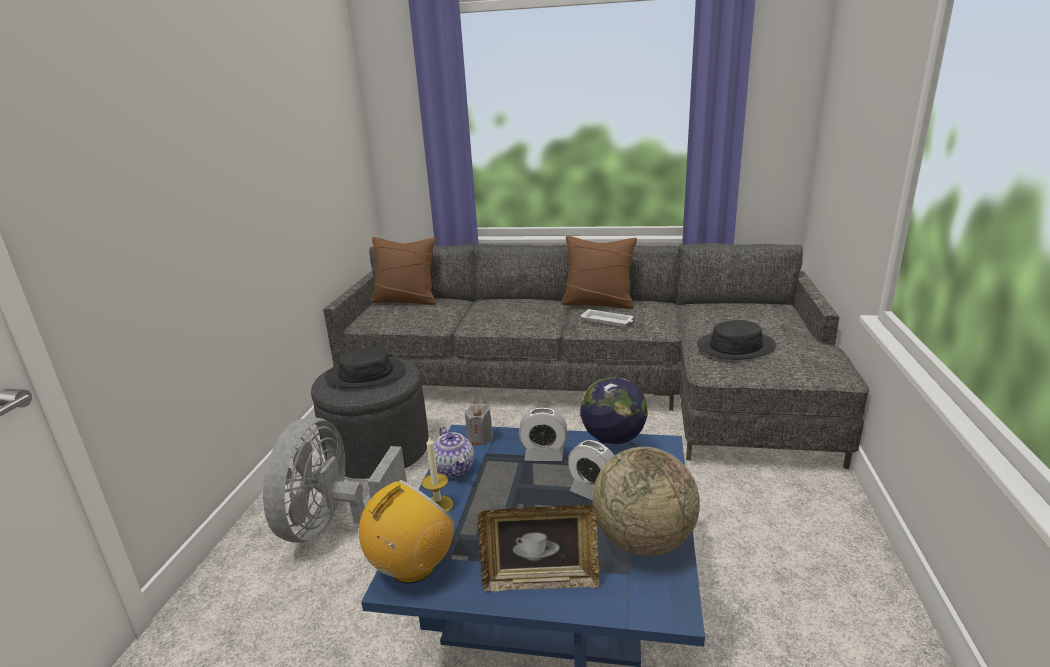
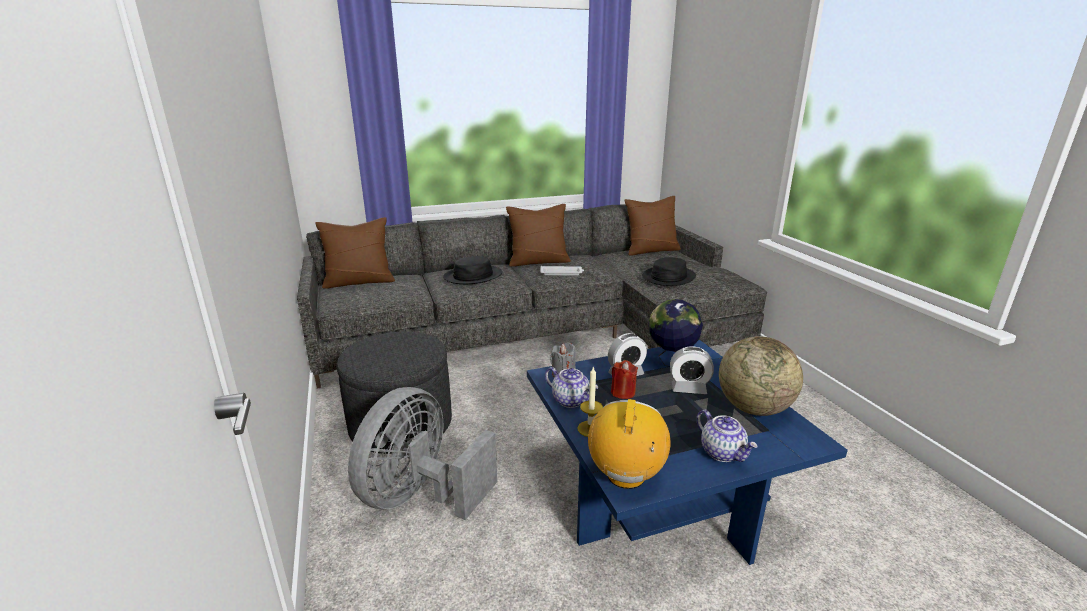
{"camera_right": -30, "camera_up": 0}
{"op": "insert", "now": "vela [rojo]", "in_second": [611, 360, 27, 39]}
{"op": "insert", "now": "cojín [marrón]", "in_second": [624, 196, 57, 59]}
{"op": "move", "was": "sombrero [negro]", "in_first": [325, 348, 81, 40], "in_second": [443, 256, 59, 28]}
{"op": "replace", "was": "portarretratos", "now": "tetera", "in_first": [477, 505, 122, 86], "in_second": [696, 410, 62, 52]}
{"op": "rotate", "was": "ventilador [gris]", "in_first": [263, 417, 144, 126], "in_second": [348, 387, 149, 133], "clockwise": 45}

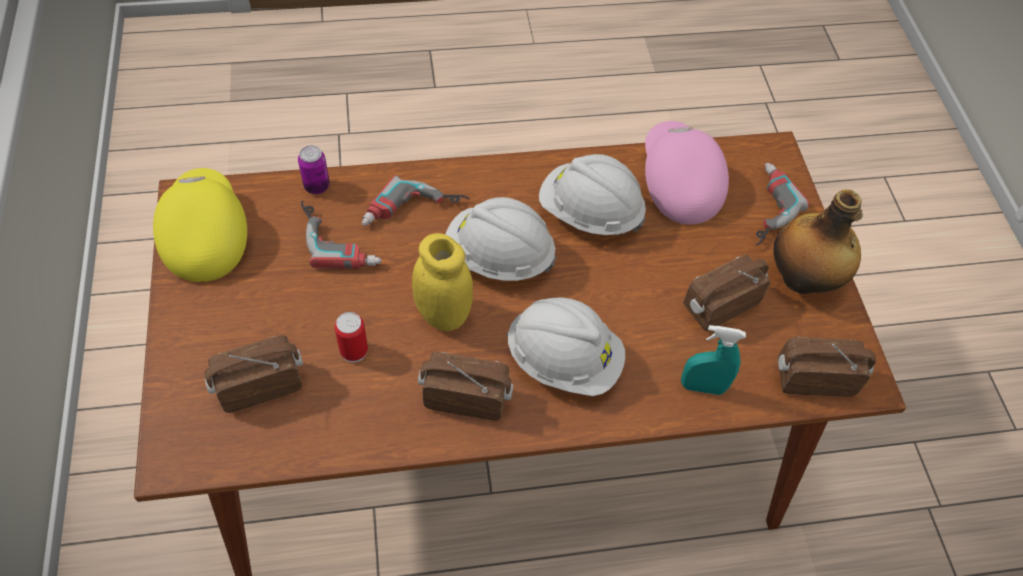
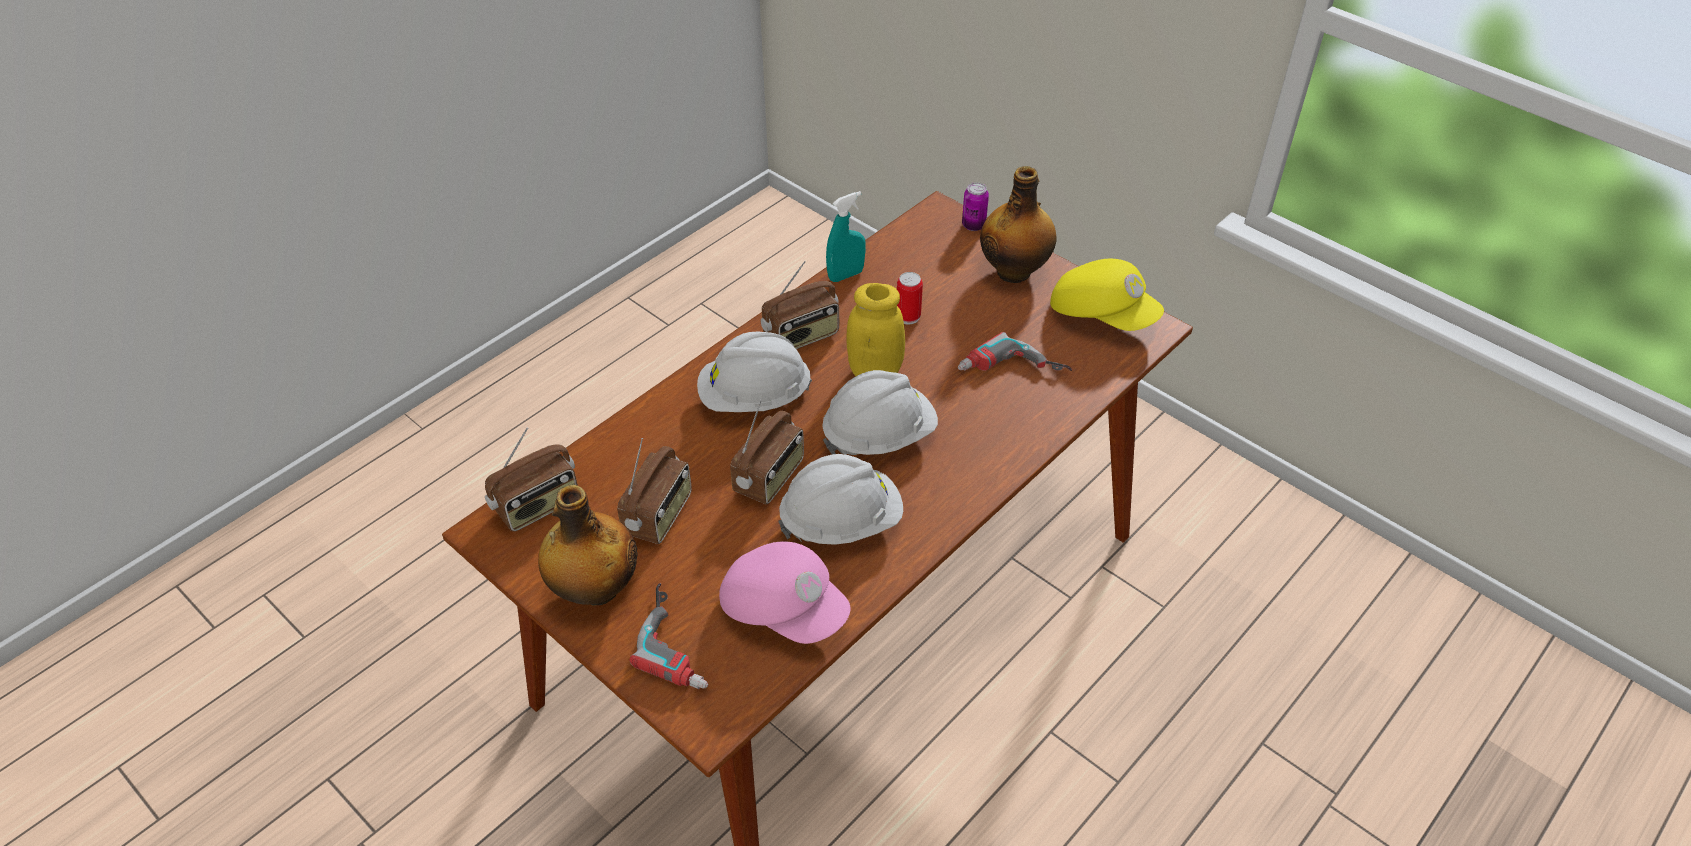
{"camera_right": 145, "camera_up": -10}
{"op": "delete", "was": "taladro", "in_first": [362, 175, 108, 51]}
{"op": "insert", "now": "botella", "in_second": [980, 166, 77, 117]}
{"op": "move", "was": "radio", "in_first": [205, 335, 98, 78], "in_second": [730, 400, 74, 105]}
{"op": "move", "was": "lata", "in_first": [298, 145, 32, 49], "in_second": [962, 182, 27, 49]}
{"op": "move", "was": "pulverizador [turquesa]", "in_first": [681, 325, 65, 70], "in_second": [826, 191, 40, 91]}

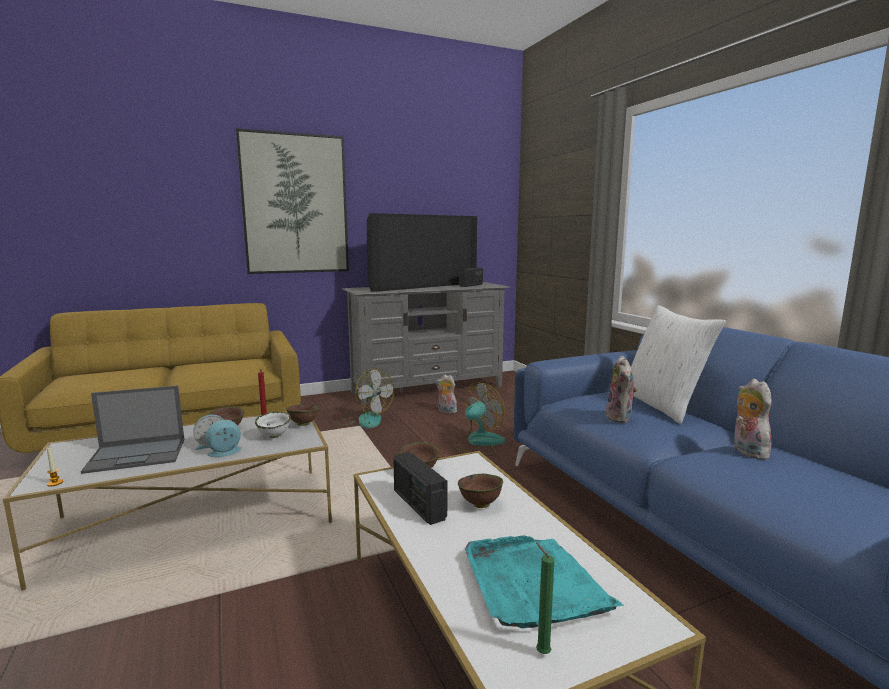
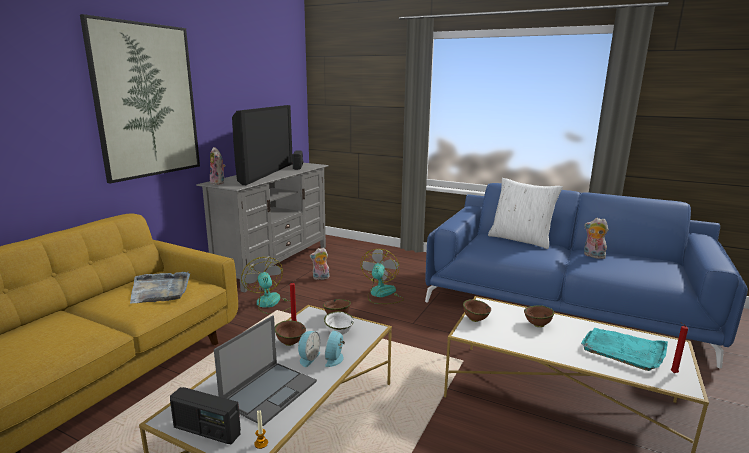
{"camera_right": -40, "camera_up": 5}
{"op": "insert", "now": "bandeja [gris]", "in_second": [130, 272, 60, 31]}
{"op": "move", "was": "radio", "in_first": [393, 452, 54, 73], "in_second": [170, 387, 71, 57]}
{"op": "move", "was": "peluche", "in_first": [606, 356, 31, 67], "in_second": [210, 147, 15, 38]}
{"op": "recolor", "was": "vela [verde]", "now": "vela [rojo]", "in_first": [536, 543, 18, 111], "in_second": [670, 322, 18, 51]}
{"op": "rotate", "was": "ventilador", "in_first": [338, 368, 56, 60], "in_second": [241, 257, 56, 57], "clockwise": -120}

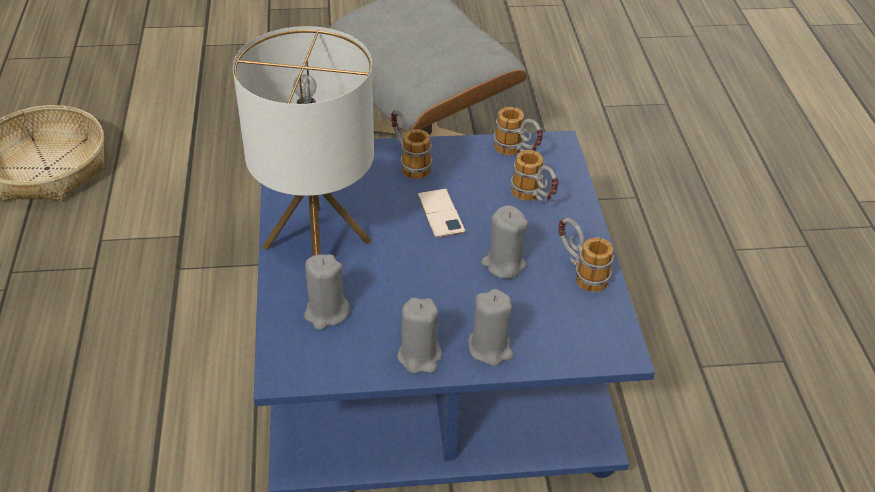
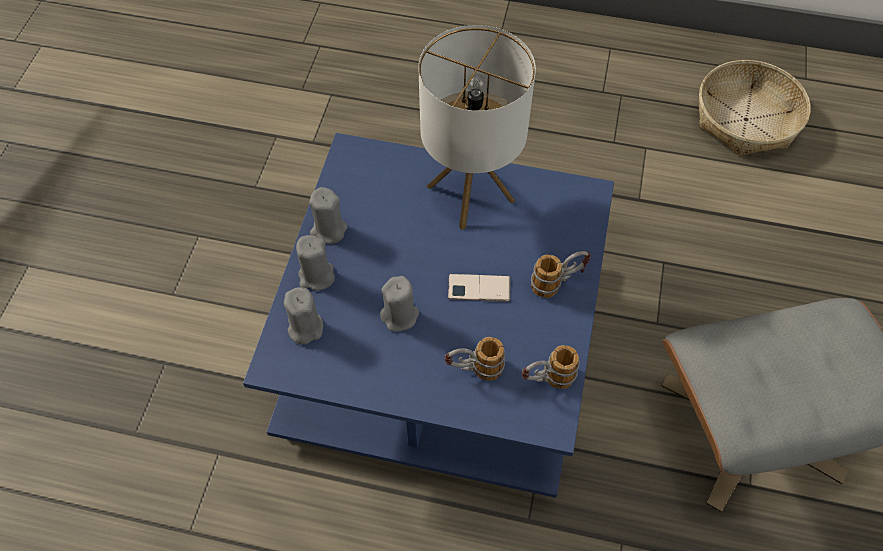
{"camera_right": 110, "camera_up": 15}
{"op": "delete", "was": "taza grande", "in_first": [558, 218, 56, 74]}
{"op": "move", "was": "vela [gris]", "in_first": [304, 254, 46, 76], "in_second": [284, 287, 39, 58]}

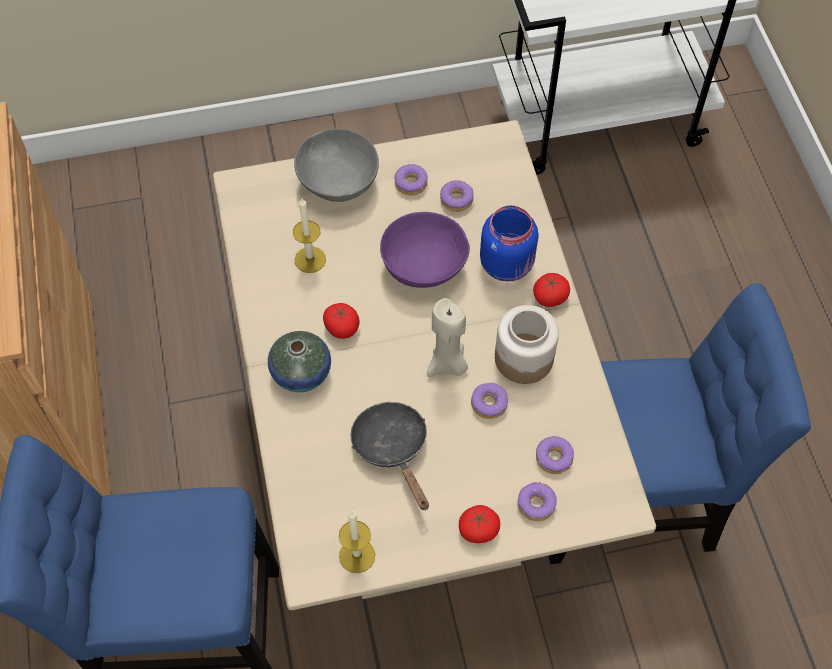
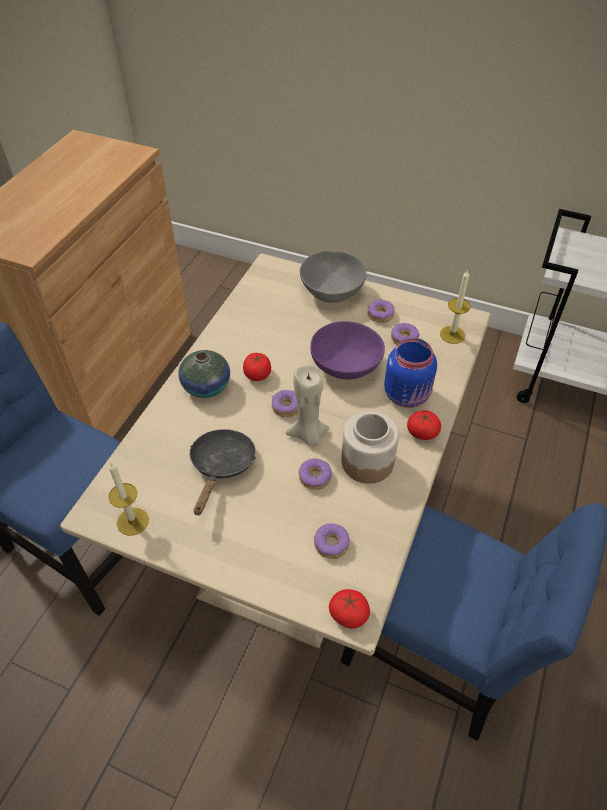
{"camera_right": 35, "camera_up": -10}
{"op": "move", "was": "vela", "in_first": [293, 198, 33, 75], "in_second": [440, 269, 31, 75]}
{"op": "move", "was": "tomate", "in_first": [459, 505, 41, 38], "in_second": [329, 589, 41, 39]}
{"op": "move", "was": "rosquilla", "in_first": [517, 482, 40, 39], "in_second": [271, 390, 27, 27]}

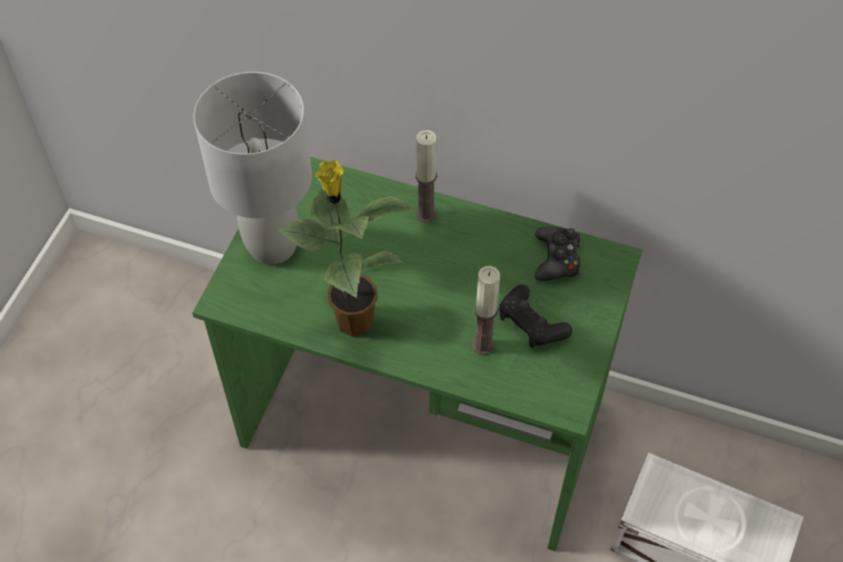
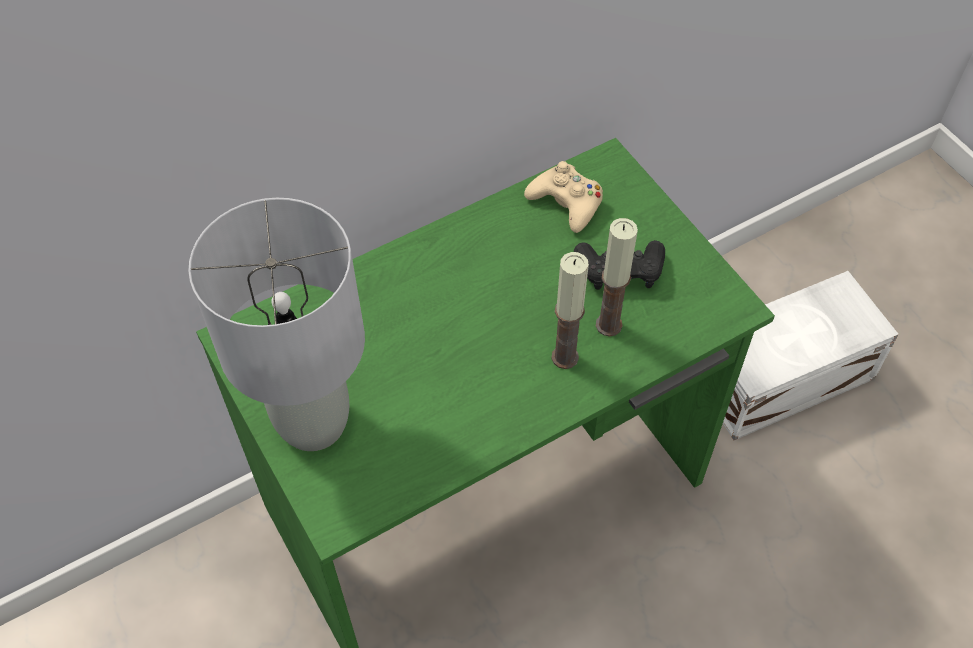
{"camera_right": -50, "camera_up": 0}
{"op": "delete", "was": "planta en maceta", "in_first": [277, 160, 138, 177]}
{"op": "move", "was": "vela", "in_first": [415, 130, 22, 93], "in_second": [551, 252, 38, 117]}
{"op": "recolor", "was": "mando de consola [negro]", "now": "mando de consola [beis]", "in_first": [535, 226, 46, 55], "in_second": [524, 161, 79, 72]}

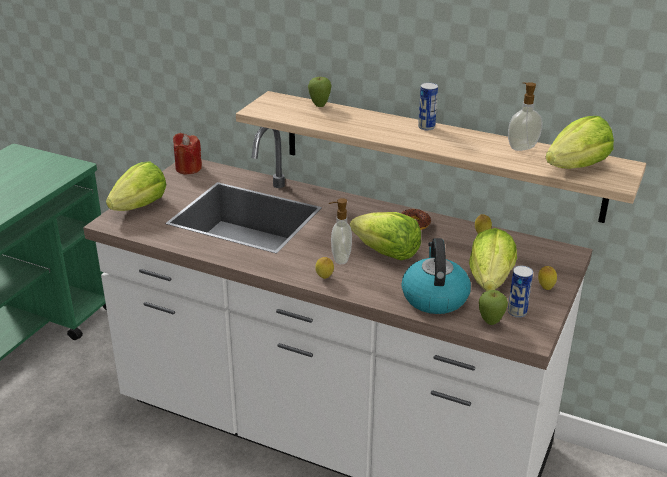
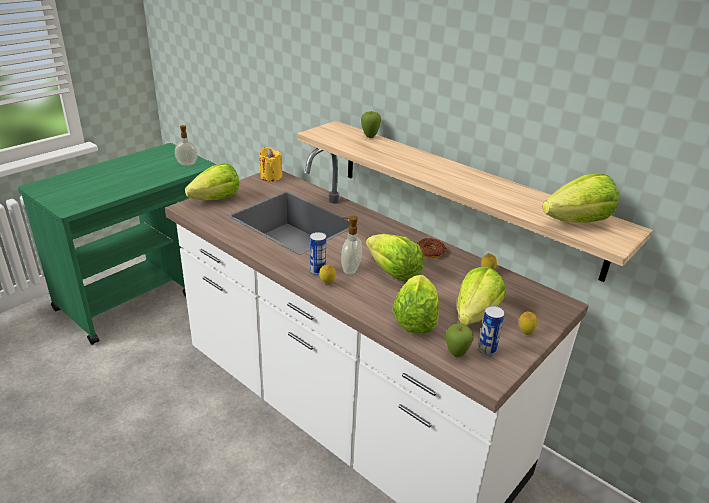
{"camera_right": 15, "camera_up": 0}
{"op": "move", "was": "lata", "in_first": [418, 82, 20, 48], "in_second": [310, 232, 16, 43]}
{"op": "move", "was": "dispensador de jabón", "in_first": [508, 82, 34, 69], "in_second": [175, 125, 22, 40]}
{"op": "replace", "was": "hervidor", "now": "lechuga", "in_first": [402, 238, 69, 76], "in_second": [392, 275, 47, 58]}
{"op": "recolor", "was": "vela [rojo]", "now": "vela [amarillo]", "in_first": [173, 133, 29, 41], "in_second": [259, 147, 24, 35]}

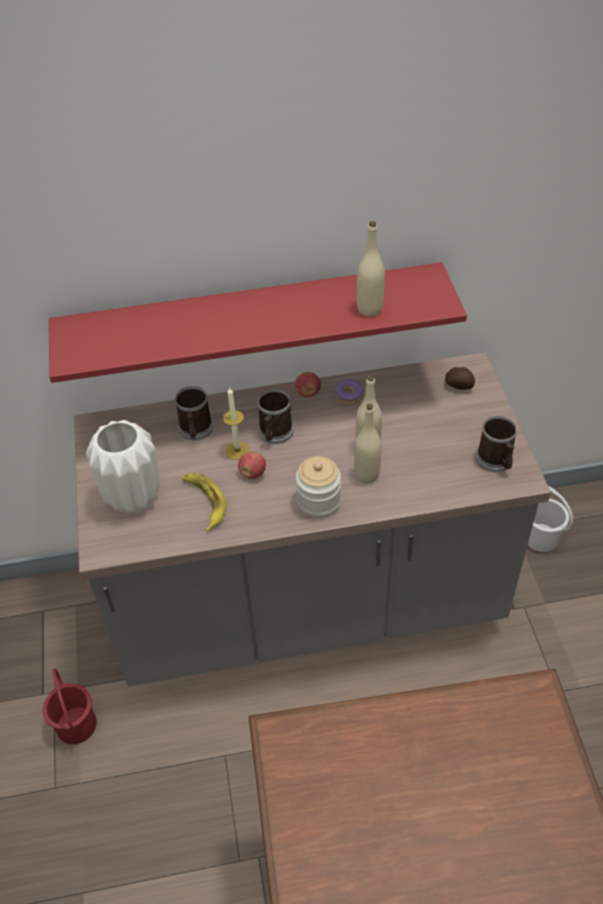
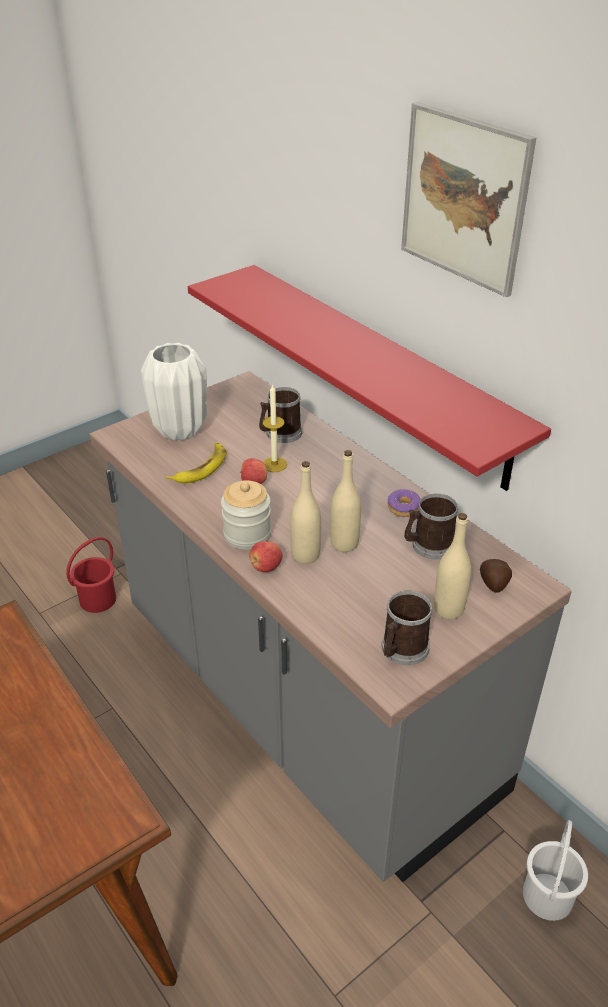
{"camera_right": 60, "camera_up": -10}
{"op": "insert", "now": "cuadro", "in_second": [401, 102, 135, 195]}
{"op": "move", "was": "taza grande", "in_first": [258, 389, 36, 55], "in_second": [404, 494, 54, 66]}
{"op": "move", "was": "manzana", "in_first": [295, 372, 26, 25], "in_second": [249, 541, 34, 31]}
{"op": "move", "was": "botella [beis]", "in_first": [357, 221, 28, 96], "in_second": [434, 513, 37, 106]}

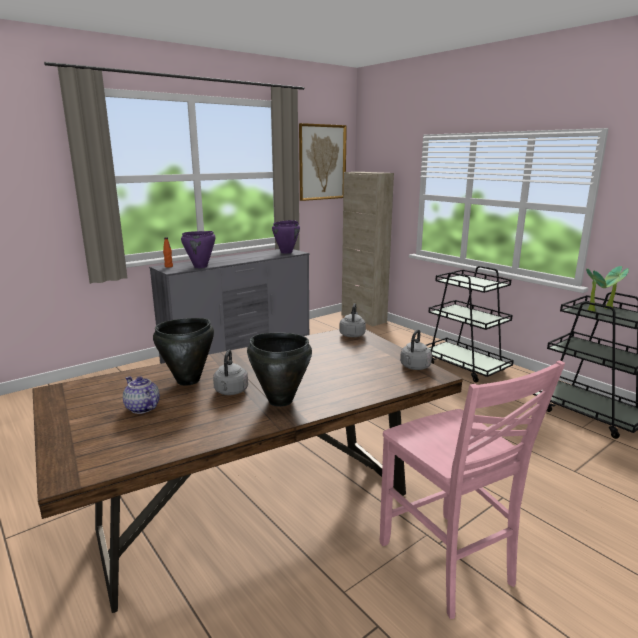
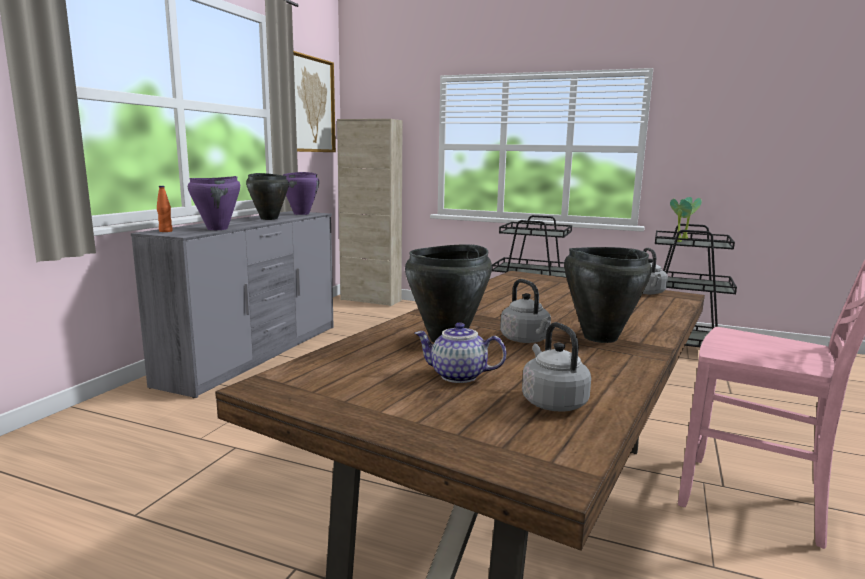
{"camera_right": -30, "camera_up": -5}
{"op": "insert", "now": "olla [negro]", "in_second": [246, 173, 43, 47]}
{"op": "move", "was": "hervidor [gris]", "in_first": [340, 303, 26, 34], "in_second": [522, 322, 69, 90]}

